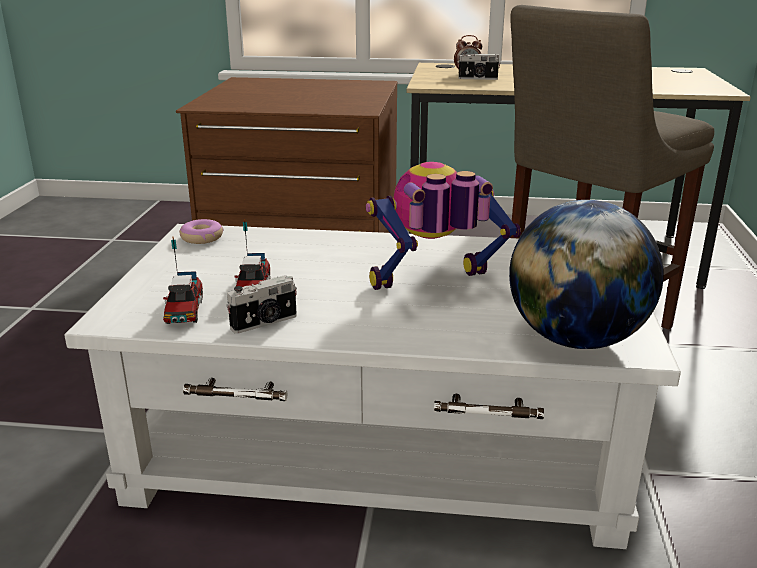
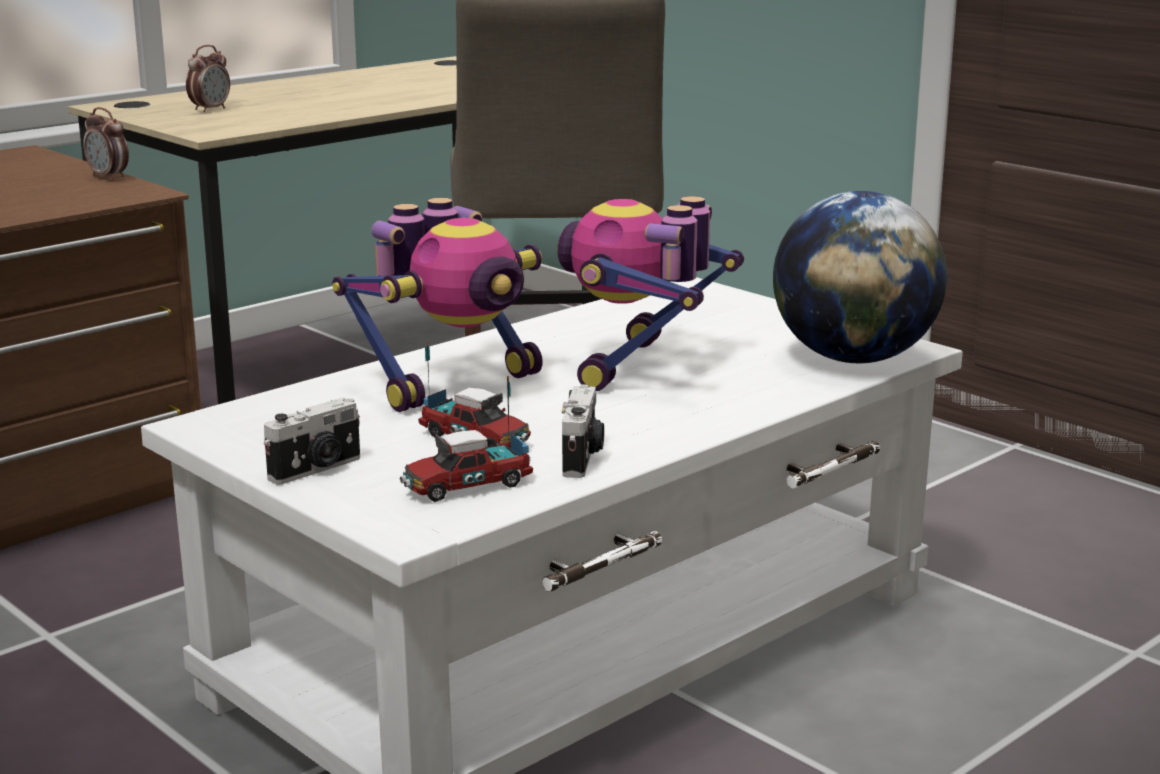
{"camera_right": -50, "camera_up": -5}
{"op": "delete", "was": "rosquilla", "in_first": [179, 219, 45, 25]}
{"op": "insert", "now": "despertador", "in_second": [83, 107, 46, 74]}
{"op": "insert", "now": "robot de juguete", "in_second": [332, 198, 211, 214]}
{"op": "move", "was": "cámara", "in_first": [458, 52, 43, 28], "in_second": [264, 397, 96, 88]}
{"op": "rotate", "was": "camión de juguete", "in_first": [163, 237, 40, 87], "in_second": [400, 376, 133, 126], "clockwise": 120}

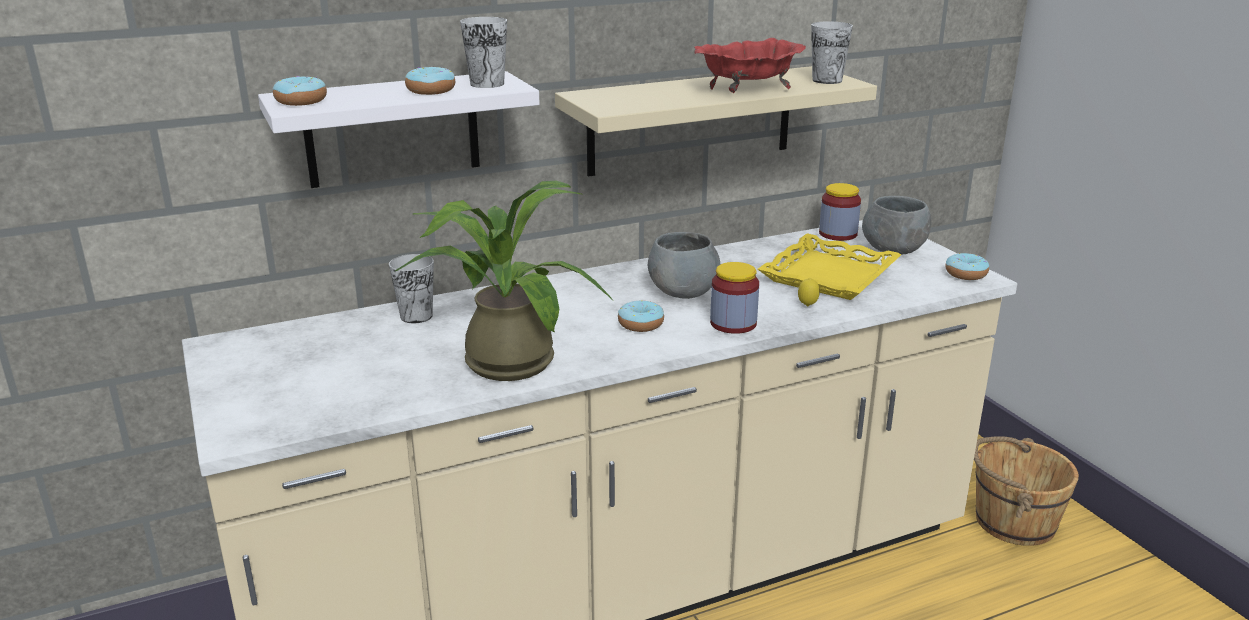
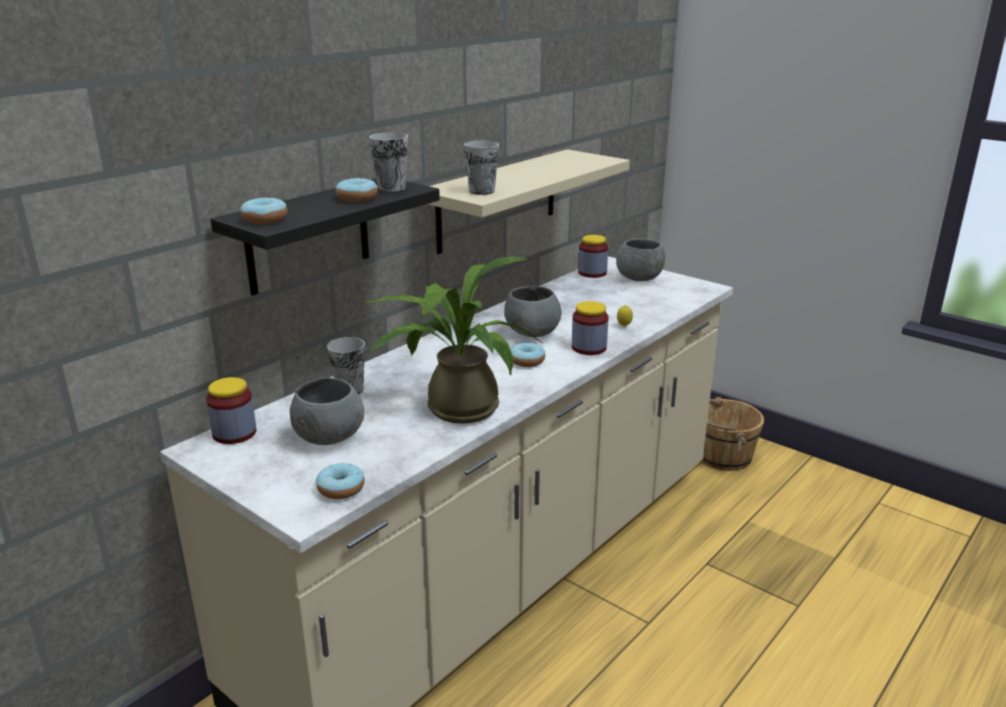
{"camera_right": -25, "camera_up": 0}
{"op": "delete", "was": "cuenco [rojo]", "in_first": [694, 38, 112, 55]}
{"op": "delete", "was": "bandeja [amarillo]", "in_first": [758, 233, 143, 67]}
{"op": "insert", "now": "tarro", "in_second": [206, 377, 50, 67]}
{"op": "insert", "now": "cuenco [gris]", "in_second": [290, 377, 74, 68]}
{"op": "move", "was": "taza", "in_first": [811, 21, 42, 63], "in_second": [464, 141, 35, 54]}
{"op": "move", "was": "rosquilla", "in_first": [946, 253, 43, 27], "in_second": [316, 463, 49, 36]}
{"op": "recolor", "was": "estante [blanco]", "now": "estante [negro]", "in_first": [258, 71, 282, 117], "in_second": [211, 178, 229, 118]}

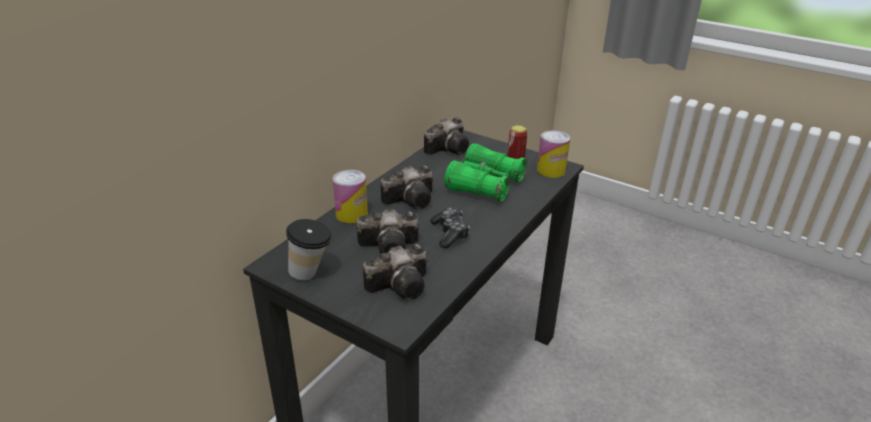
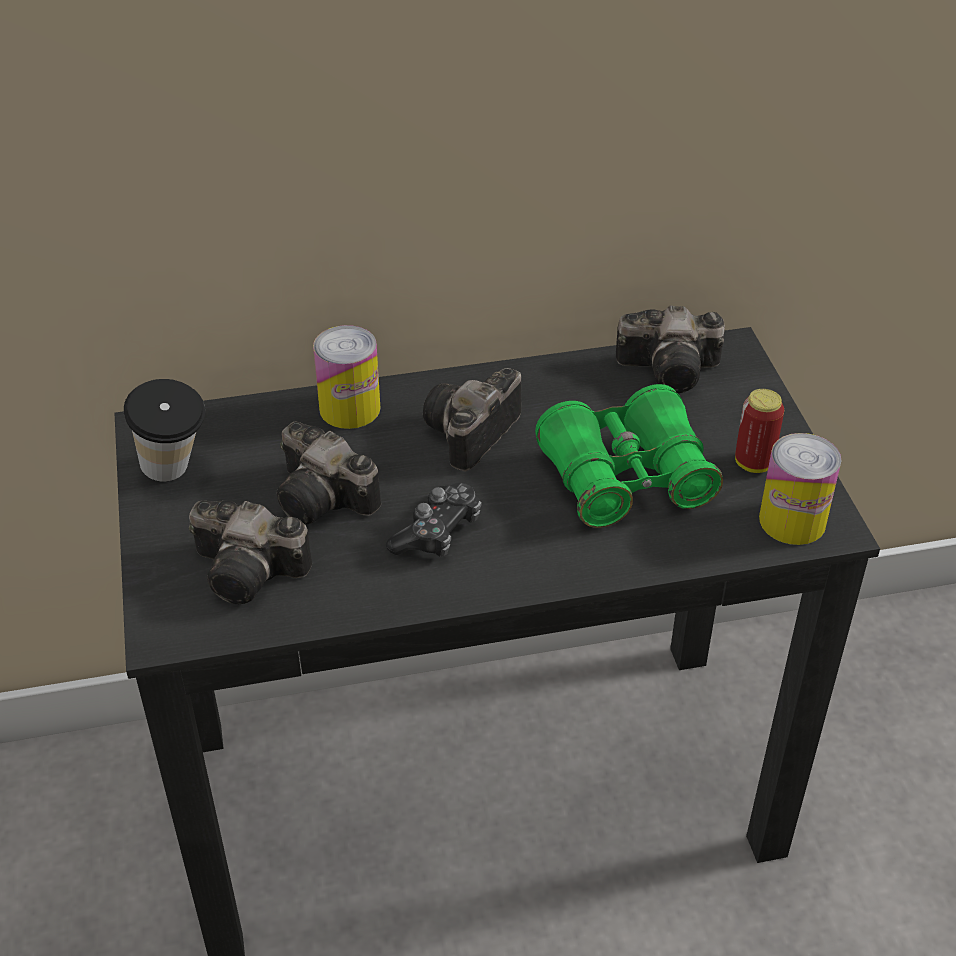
{"camera_right": 45, "camera_up": 10}
{"op": "rotate", "was": "cámara", "in_first": [381, 165, 52, 44], "in_second": [423, 368, 98, 103], "clockwise": 105}

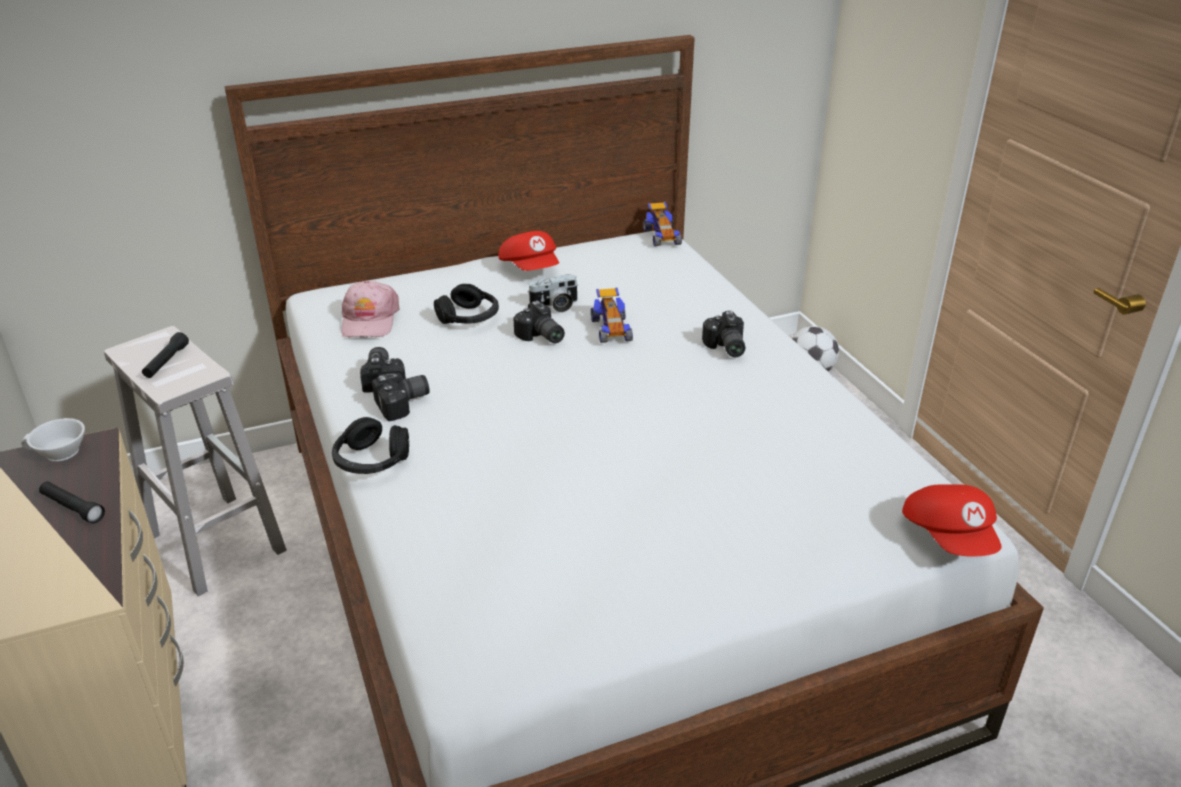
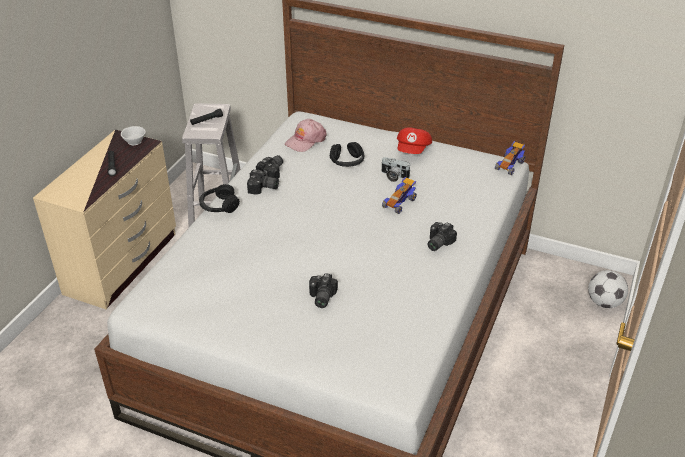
{"camera_right": 45, "camera_up": 5}
{"op": "delete", "was": "gorra [rojo]", "in_first": [902, 484, 99, 73]}
{"op": "move", "was": "cámara", "in_first": [513, 300, 52, 43], "in_second": [309, 273, 29, 35]}

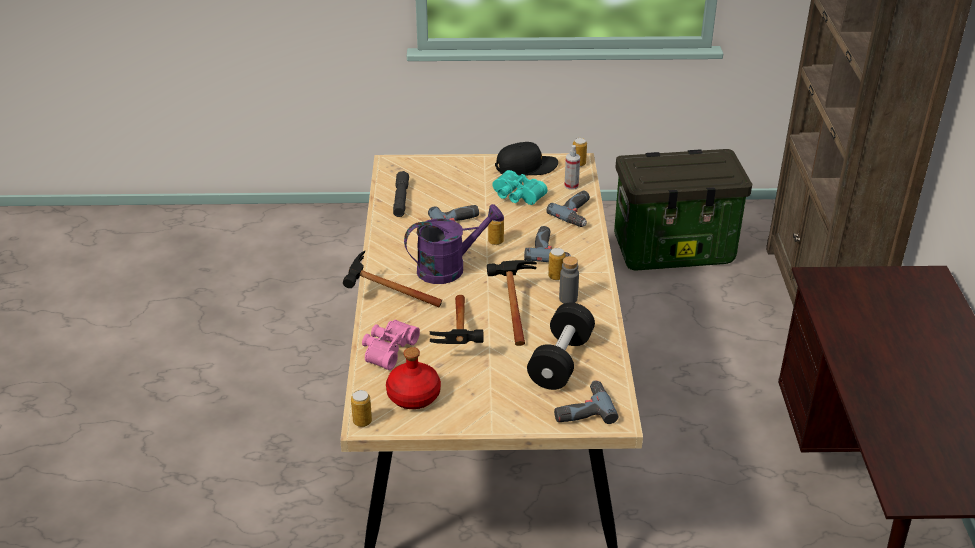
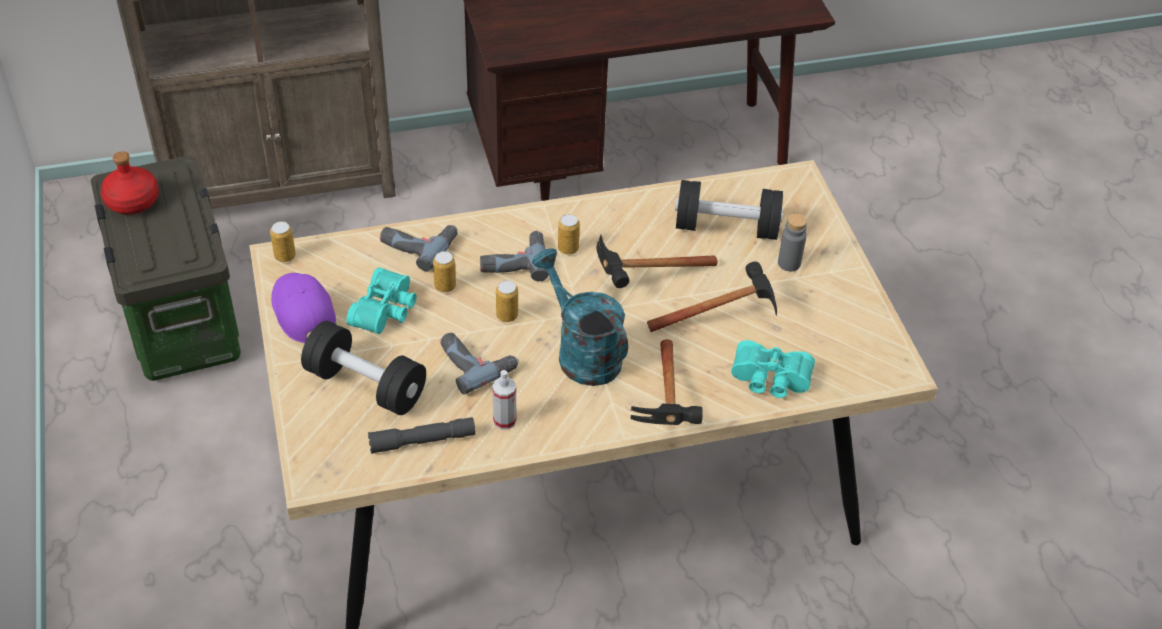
{"camera_right": -105, "camera_up": 10}
{"op": "delete", "was": "taladro", "in_first": [554, 380, 64, 44]}
{"op": "insert", "now": "mancuerna [negro]", "in_second": [301, 321, 125, 94]}
{"op": "move", "was": "lata", "in_first": [351, 390, 21, 37], "in_second": [433, 251, 23, 41]}
{"op": "move", "was": "botella [rojo]", "in_first": [386, 347, 55, 62], "in_second": [101, 151, 58, 64]}
{"op": "move", "was": "botella [gris]", "in_first": [559, 256, 20, 47], "in_second": [778, 213, 29, 58]}
{"op": "move", "was": "pulverizador", "in_first": [564, 145, 16, 45], "in_second": [492, 370, 24, 59]}
{"op": "recolor", "was": "prismáticos [rosa]", "now": "prismáticos [turquesa]", "in_first": [362, 320, 58, 50], "in_second": [731, 340, 84, 58]}
{"op": "recolor", "was": "regadera [morado]", "now": "regadera [turquesa]", "in_first": [404, 204, 100, 80], "in_second": [532, 249, 96, 137]}
{"op": "recolor", "was": "gorra [negro]", "now": "gorra [morado]", "in_first": [495, 142, 63, 34], "in_second": [271, 273, 65, 70]}

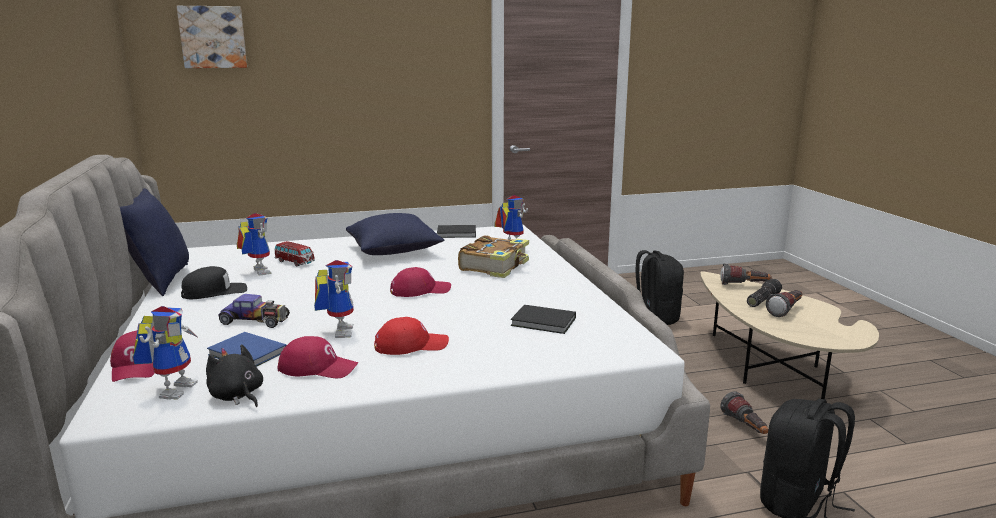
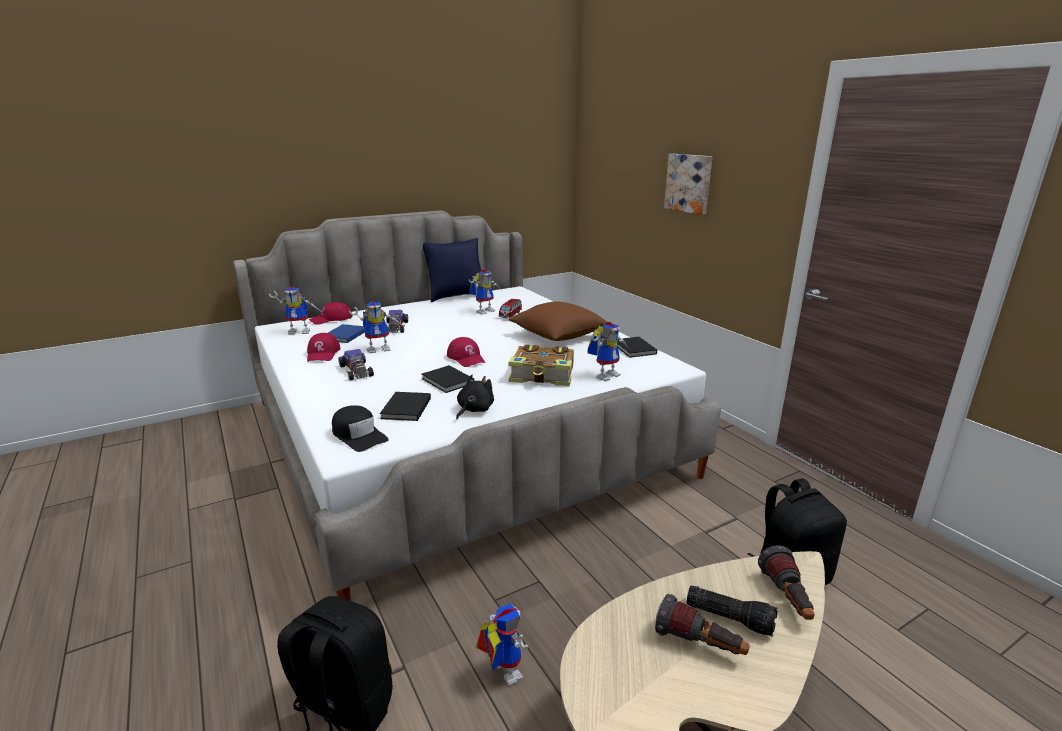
{"camera_right": 75, "camera_up": 5}
{"op": "insert", "now": "libro [negro]", "in_second": [422, 365, 52, 28]}
{"op": "move", "was": "cuadro", "in_first": [176, 6, 71, 62], "in_second": [664, 154, 48, 61]}
{"op": "move", "was": "gorra [negro]", "in_first": [181, 266, 66, 33], "in_second": [332, 405, 57, 47]}
{"op": "move", "was": "peluche [negro]", "in_first": [206, 344, 57, 63], "in_second": [456, 375, 38, 44]}
{"op": "replace", "was": "gorra [rojo]", "now": "coche de juguete", "in_first": [374, 317, 75, 38], "in_second": [339, 349, 35, 31]}
{"op": "replace", "was": "linterna", "now": "robot de juguete", "in_first": [720, 392, 49, 42], "in_second": [477, 603, 51, 83]}
{"op": "recolor", "was": "cojín [azul]", "now": "cojín [marrón]", "in_first": [346, 213, 99, 42], "in_second": [508, 301, 99, 40]}

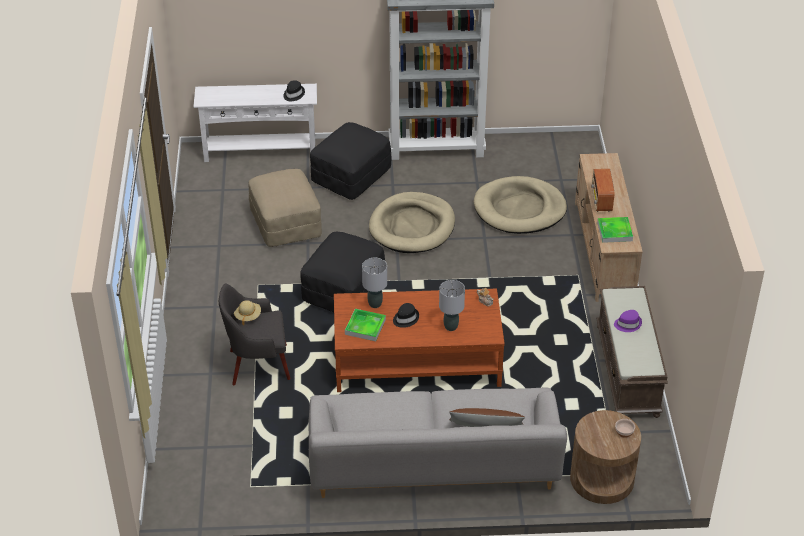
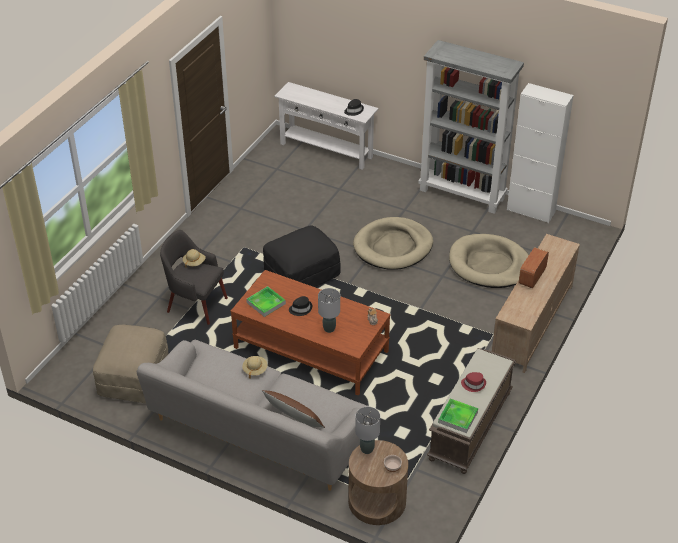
{"camera_right": 30, "camera_up": 0}
{"op": "delete", "was": "puf [negro]", "in_first": [310, 122, 81, 78]}
{"op": "insert", "now": "sombrero [beis]", "in_second": [242, 356, 25, 22]}
{"op": "insert", "now": "armario [blanco]", "in_second": [507, 83, 67, 140]}
{"op": "move", "was": "puf [beis]", "in_first": [249, 169, 73, 78], "in_second": [93, 325, 75, 78]}
{"op": "move", "was": "lámpara de mesa [gris]", "in_first": [362, 258, 25, 50], "in_second": [355, 407, 25, 47]}
{"op": "move", "was": "bandeja", "in_first": [597, 217, 36, 26], "in_second": [438, 398, 40, 35]}
{"op": "recolor", "was": "sombrero [morado]", "now": "sombrero [rojo]", "in_first": [614, 310, 28, 22], "in_second": [461, 372, 25, 20]}

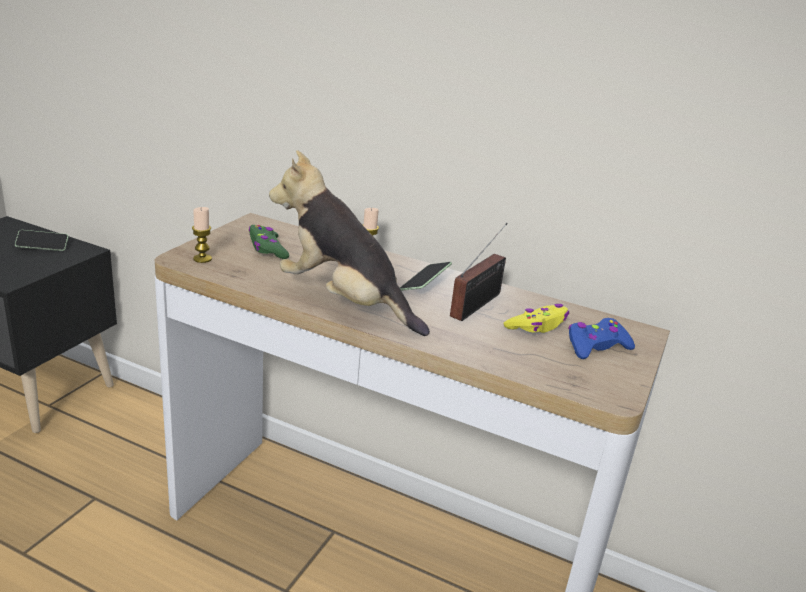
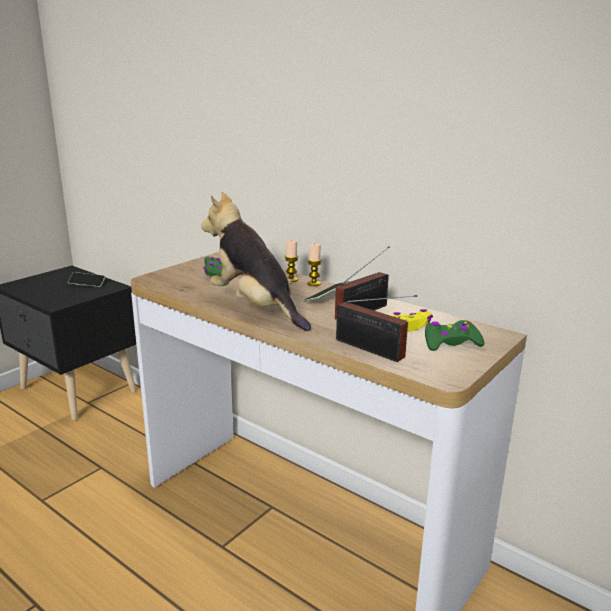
{"camera_right": 15, "camera_up": -5}
{"op": "insert", "now": "radio", "in_second": [336, 295, 81, 67]}
{"op": "move", "was": "vela", "in_first": [192, 207, 20, 56], "in_second": [307, 244, 15, 42]}
{"op": "recolor", "was": "mando de consola [azul]", "now": "mando de consola [verde]", "in_first": [568, 318, 67, 41], "in_second": [425, 320, 60, 31]}

